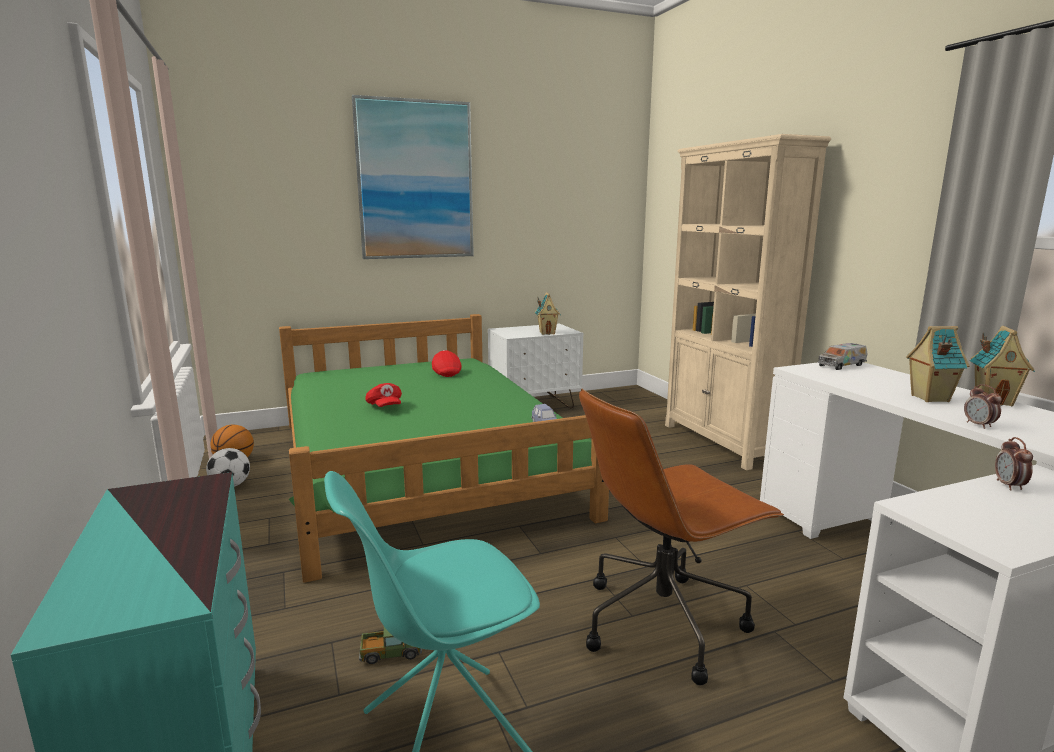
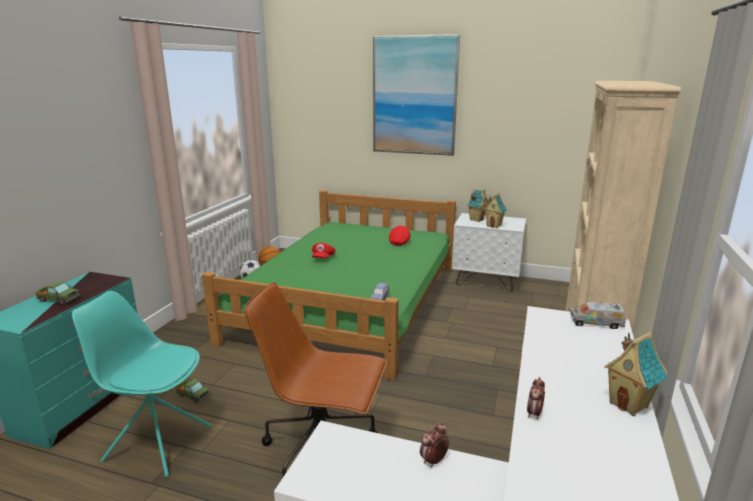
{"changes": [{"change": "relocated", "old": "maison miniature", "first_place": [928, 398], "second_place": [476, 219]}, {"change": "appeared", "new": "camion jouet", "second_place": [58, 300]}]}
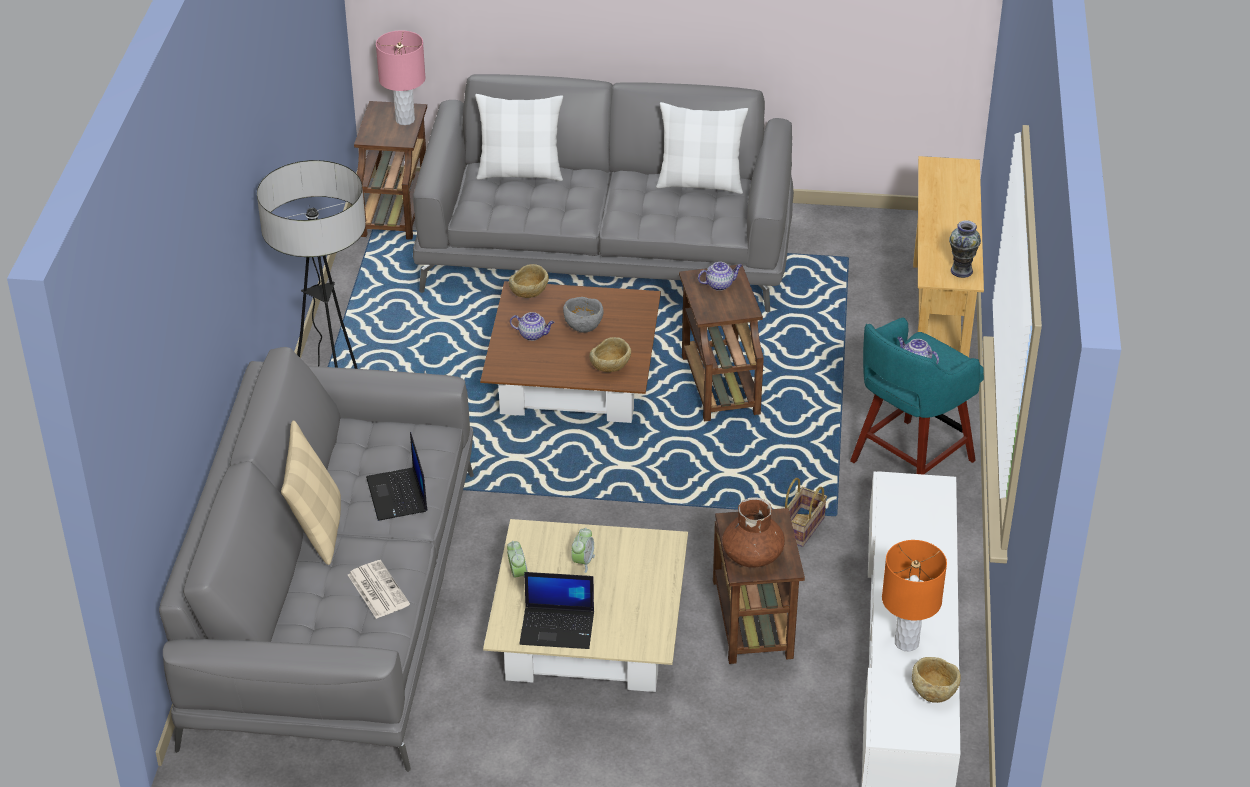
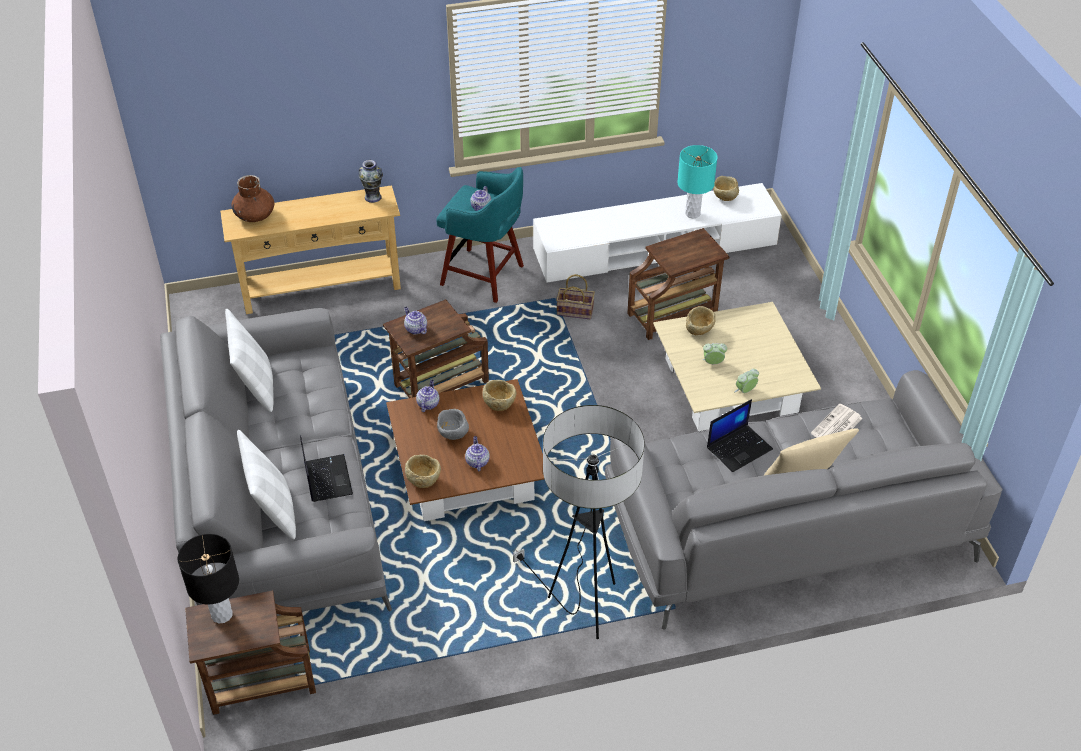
{"changes": [{"change": "colour", "old": "lampe de table (rose)", "new": "lampe de table (noir)", "first_place": [405, 120], "second_place": [221, 614]}, {"change": "relocated", "old": "vase (marron)", "first_place": [753, 555], "second_place": [255, 215]}, {"change": "colour", "old": "lampe de table (orange)", "new": "lampe de table (turquoise)", "first_place": [906, 642], "second_place": [692, 214]}, {"change": "relocated", "old": "ordinateur portable", "first_place": [558, 627], "second_place": [327, 478]}, {"change": "appeared", "new": "bol (beige)", "second_place": [699, 331]}, {"change": "appeared", "new": "théière", "second_place": [428, 404]}]}
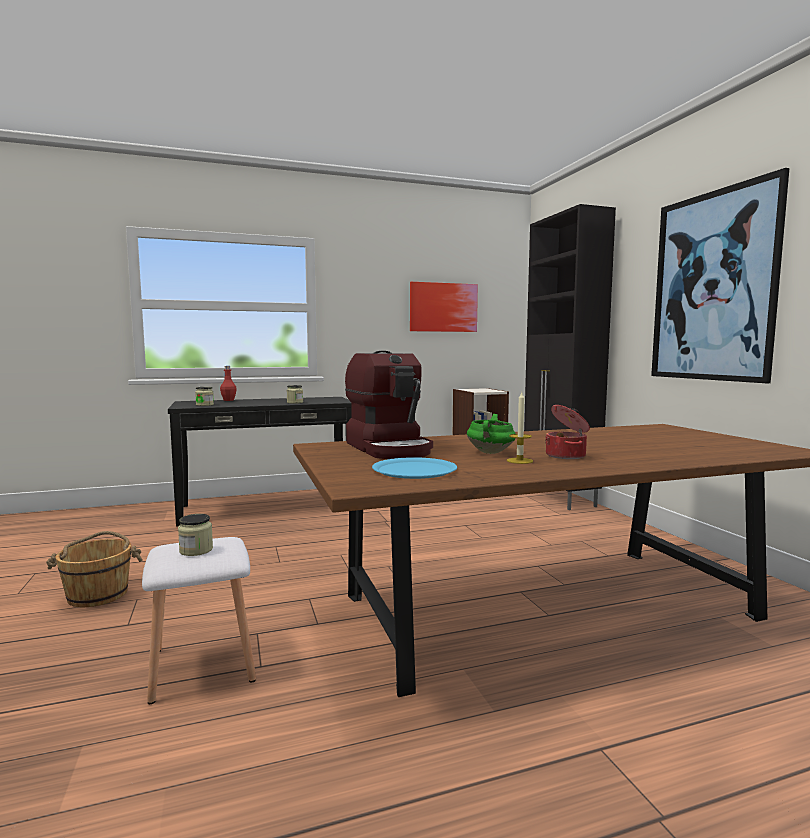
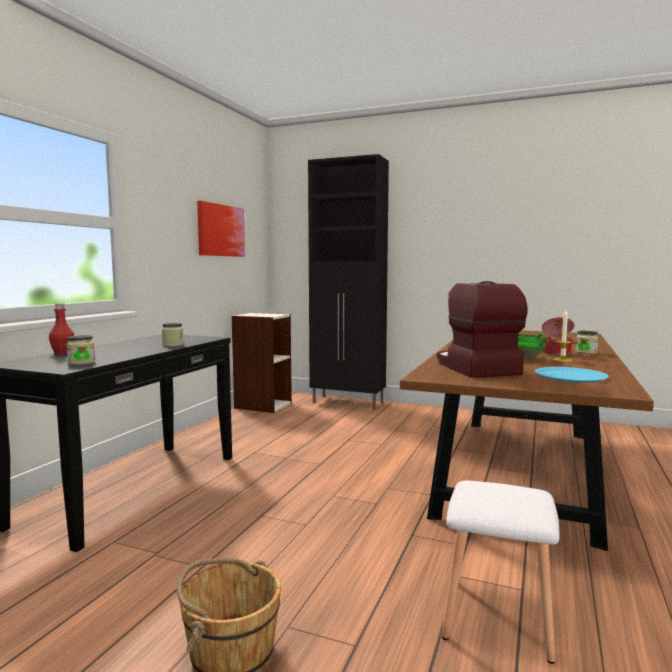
{"changes": [{"change": "missing", "old": "tableau", "first_place": [712, 287]}, {"change": "spun", "old": "machine à café", "first_place": [390, 448], "second_place": [474, 368], "degrees": -120}, {"change": "relocated", "old": "bocal", "first_place": [196, 550], "second_place": [586, 352]}]}
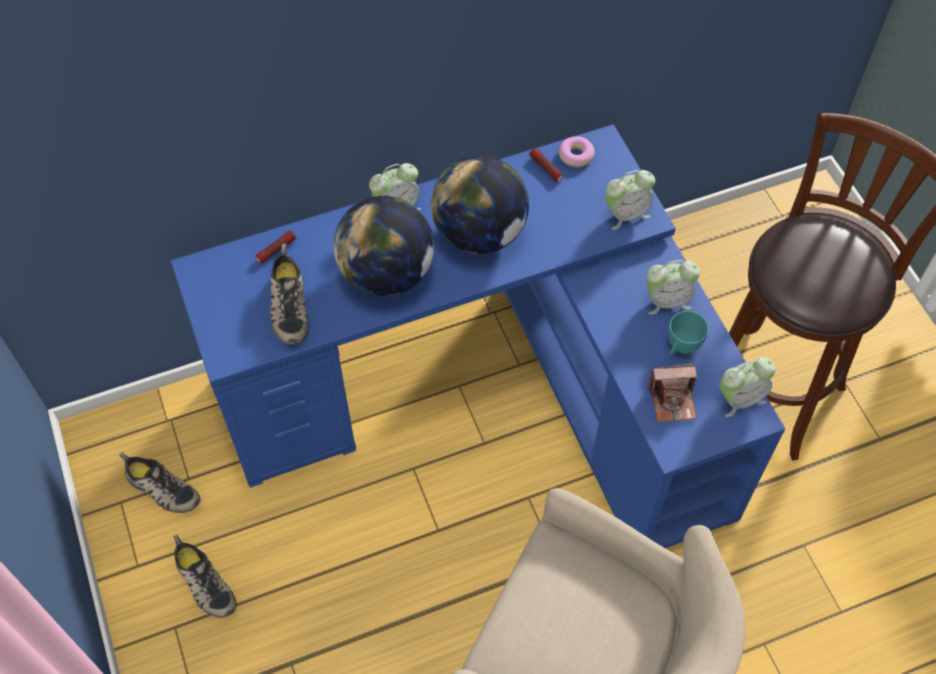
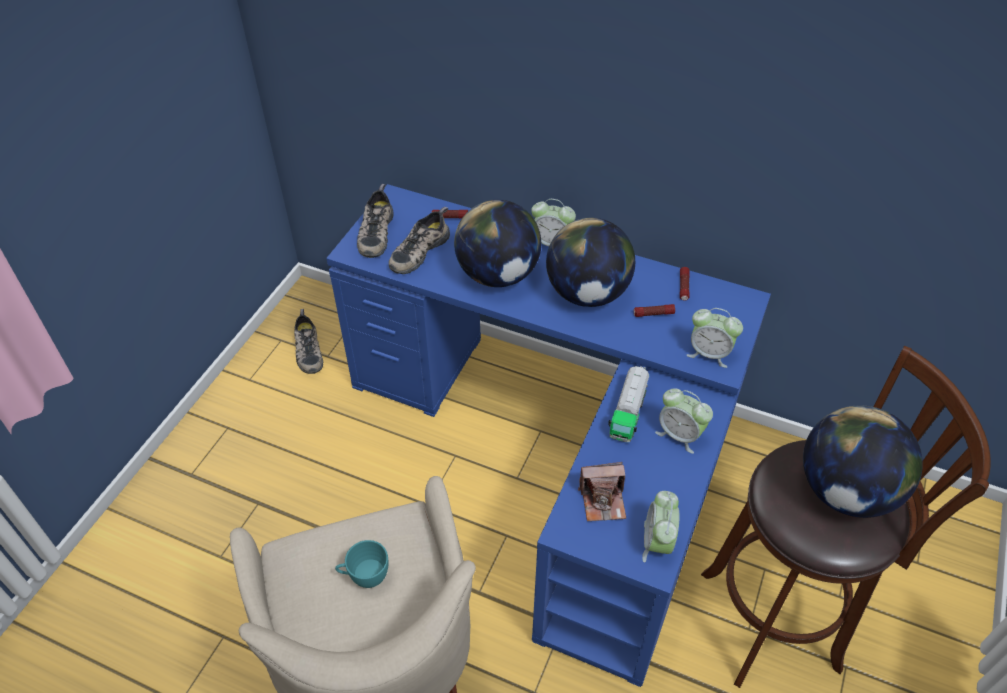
{"changes": [{"change": "missing", "old": "beignet", "first_place": [576, 155]}, {"change": "relocated", "old": "tasse (turquoise)", "first_place": [681, 347], "second_place": [364, 576]}, {"change": "spun", "old": "réveil", "first_place": [740, 399], "second_place": [657, 542], "degrees": 75}, {"change": "spun", "old": "appareil photo", "first_place": [672, 400], "second_place": [603, 500], "degrees": -45}, {"change": "relocated", "old": "chaussure", "first_place": [203, 583], "second_place": [375, 232]}, {"change": "appeared", "new": "lampe de poche", "second_place": [653, 314]}, {"change": "appeared", "new": "camion jouet", "second_place": [628, 412]}, {"change": "appeared", "new": "globe", "second_place": [845, 491]}]}
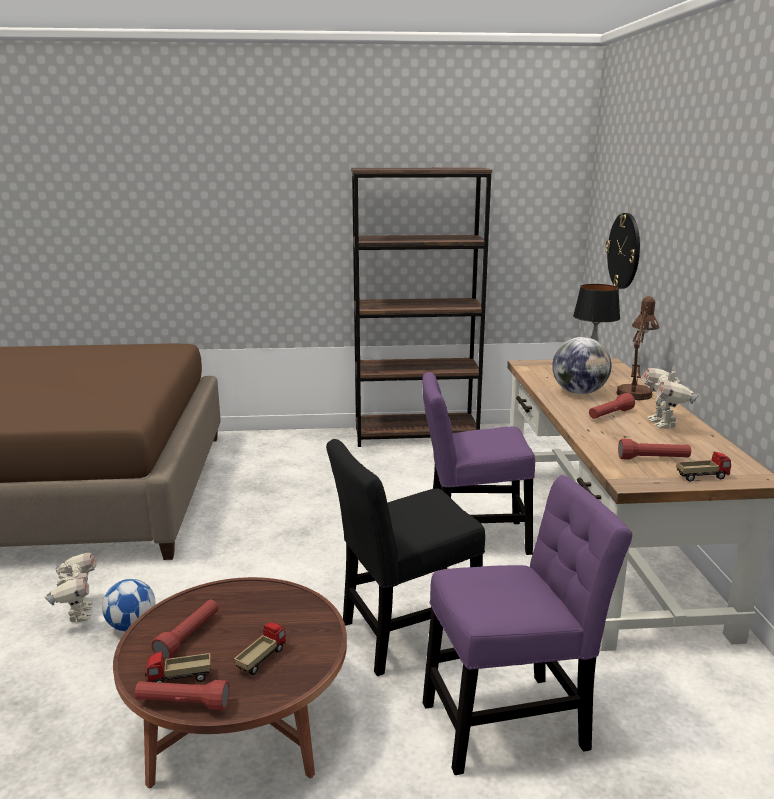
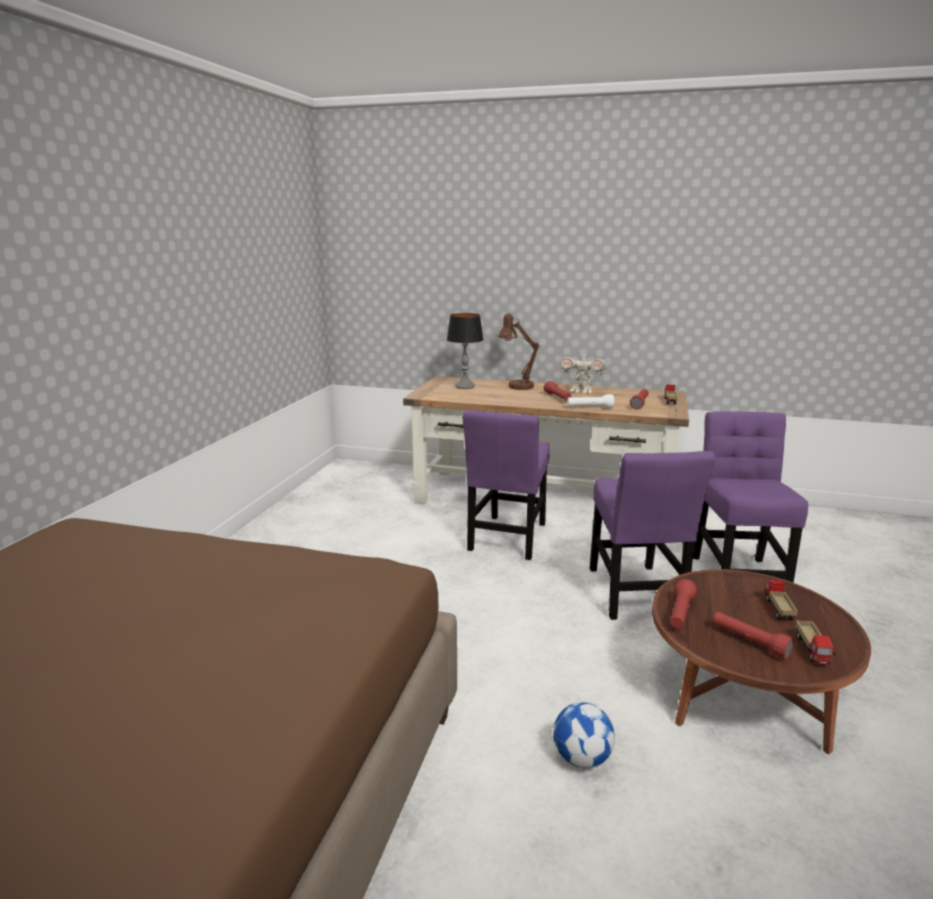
{"changes": [{"change": "missing", "old": "bibliothèque (marron)", "first_place": [416, 435]}, {"change": "missing", "old": "horloge murale", "first_place": [624, 251]}, {"change": "missing", "old": "globe", "first_place": [579, 392]}, {"change": "colour", "old": "chaise (noir)", "new": "chaise (violet)", "first_place": [404, 634], "second_place": [635, 595]}, {"change": "missing", "old": "robot jouet", "first_place": [78, 614]}, {"change": "spun", "old": "camion jouet", "first_place": [261, 659], "second_place": [777, 609], "degrees": 45}, {"change": "relocated", "old": "lampe de poche (rouge)", "first_place": [182, 703], "second_place": [680, 613]}, {"change": "appeared", "new": "lampe de poche (blanc)", "second_place": [589, 408]}]}
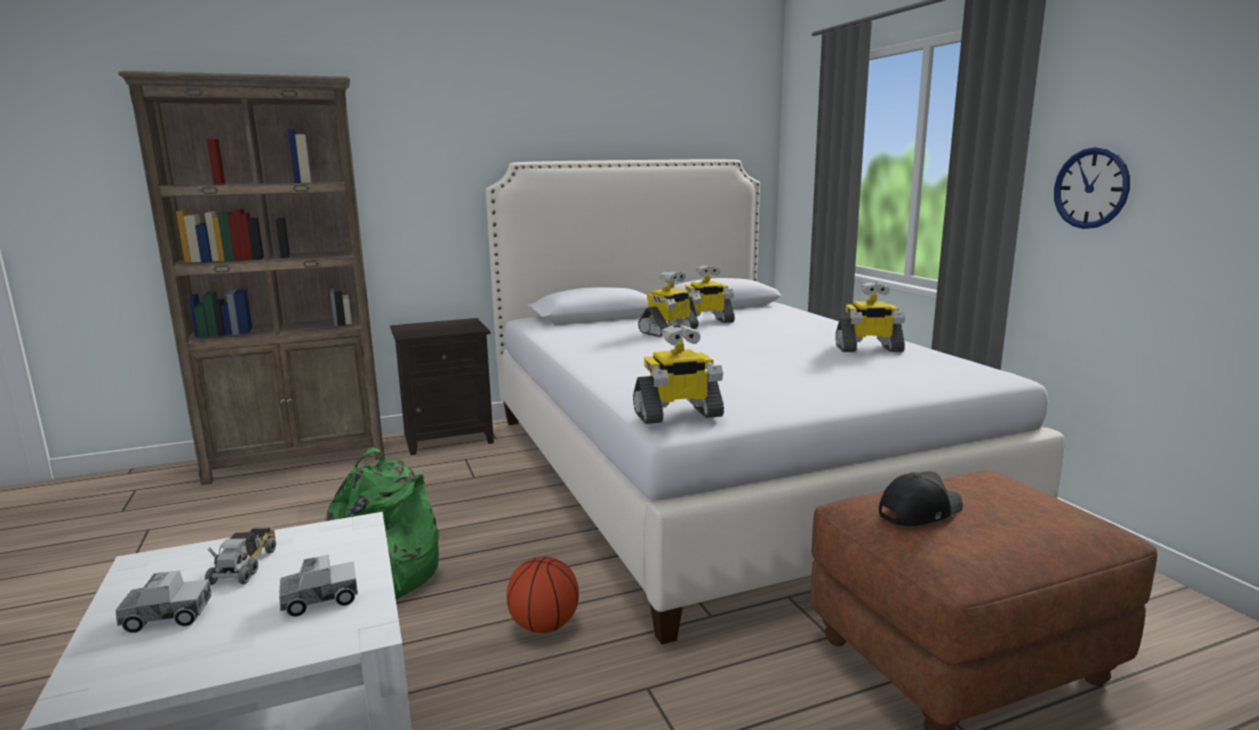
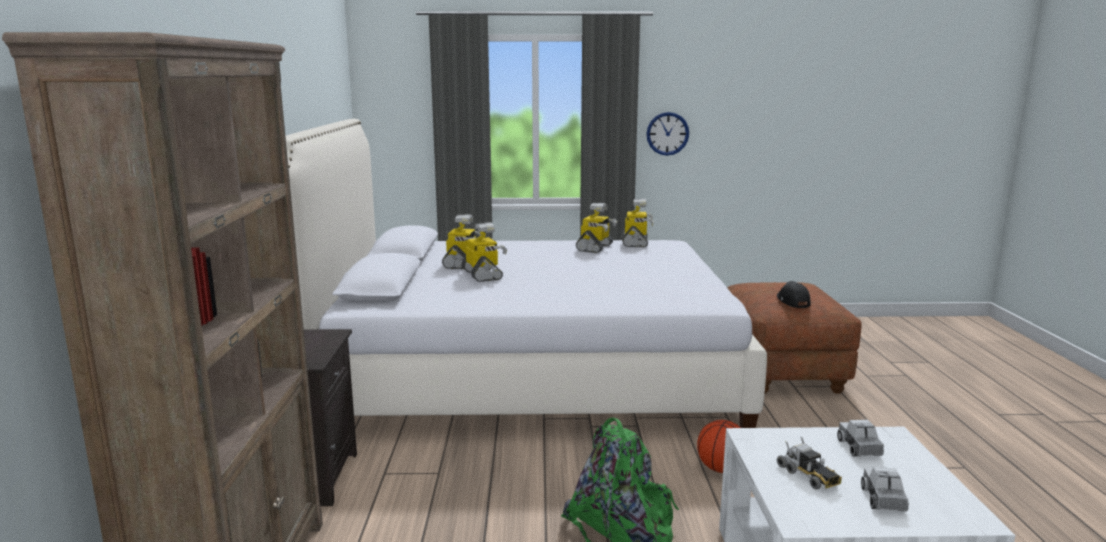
{"changes": [{"change": "relocated", "old": "robot jouet", "first_place": [677, 415], "second_place": [636, 243]}, {"change": "spun", "old": "camion jouet", "first_place": [245, 565], "second_place": [808, 476], "degrees": -135}]}
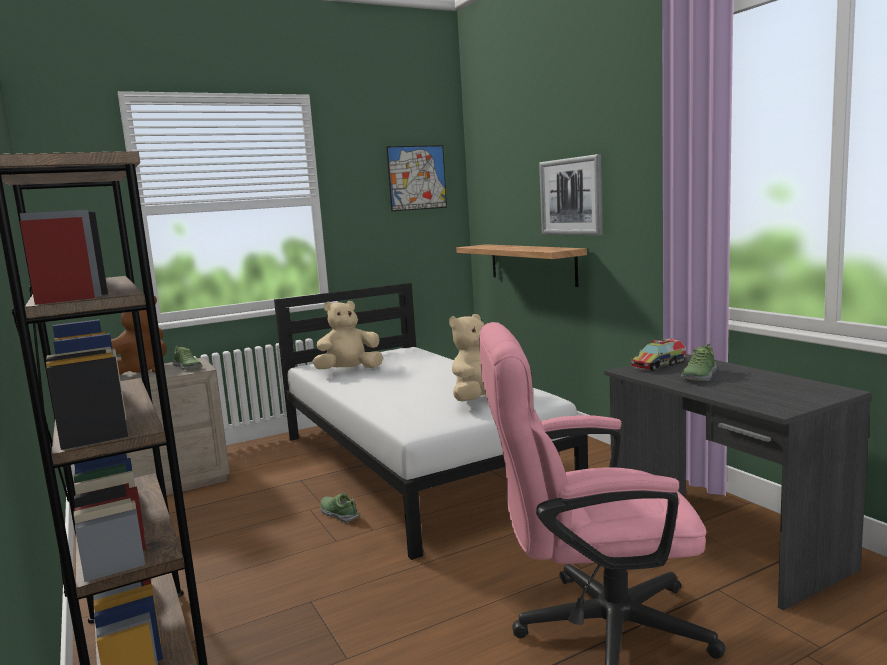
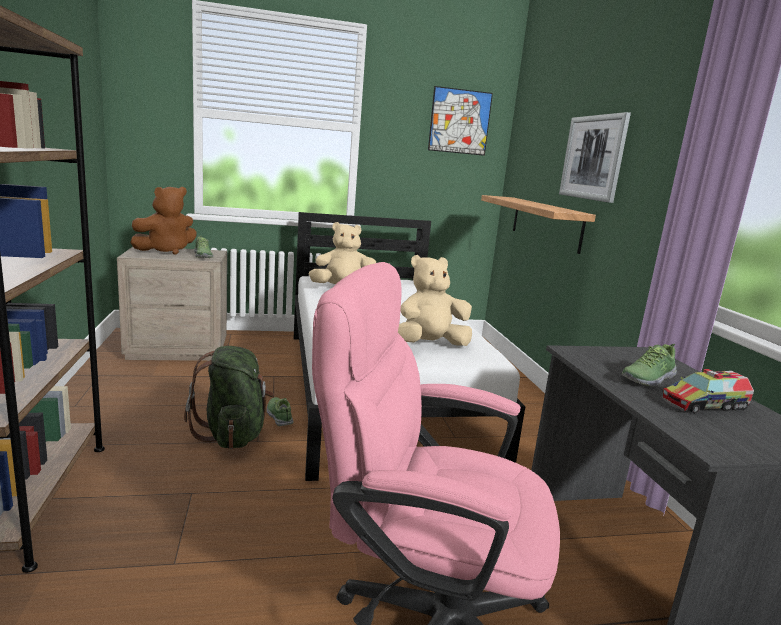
{"changes": [{"change": "relocated", "old": "camion jouet", "first_place": [658, 365], "second_place": [704, 405]}, {"change": "appeared", "new": "sac à dos (vert)", "second_place": [233, 434]}]}
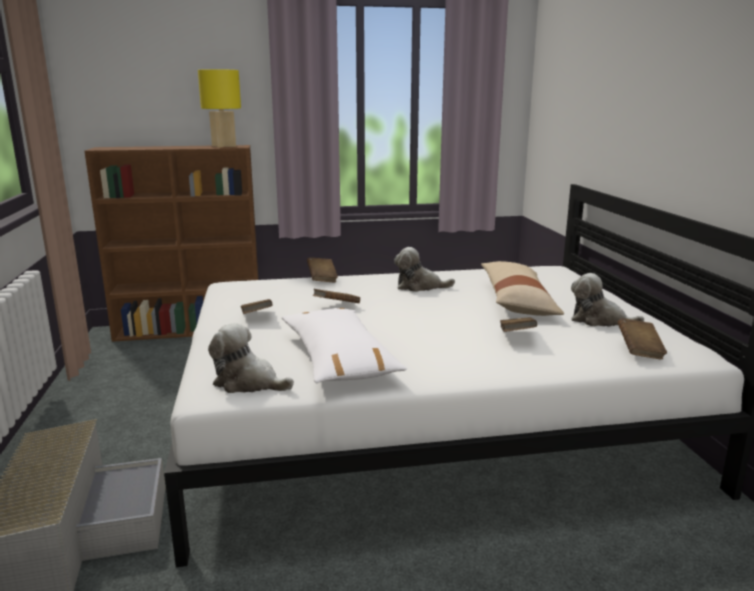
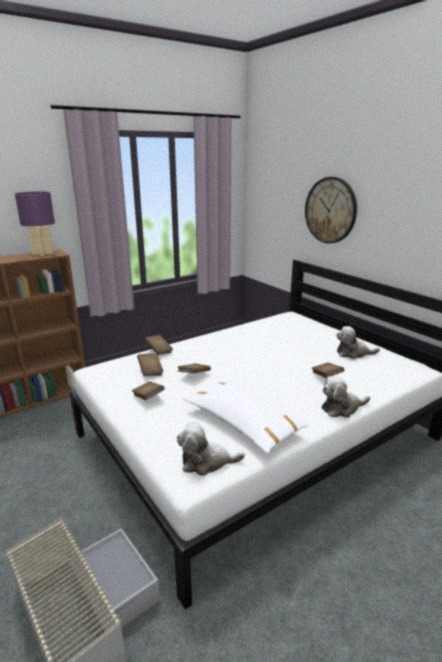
{"changes": [{"change": "colour", "old": "lampe de table (jaune)", "new": "lampe de table (violet)", "first_place": [224, 146], "second_place": [43, 254]}, {"change": "relocated", "old": "peluche", "first_place": [419, 286], "second_place": [342, 408]}, {"change": "missing", "old": "coussin (beige)", "first_place": [517, 301]}, {"change": "relocated", "old": "livre (marron)", "first_place": [639, 350], "second_place": [150, 371]}, {"change": "appeared", "new": "horloge murale", "second_place": [330, 210]}]}
